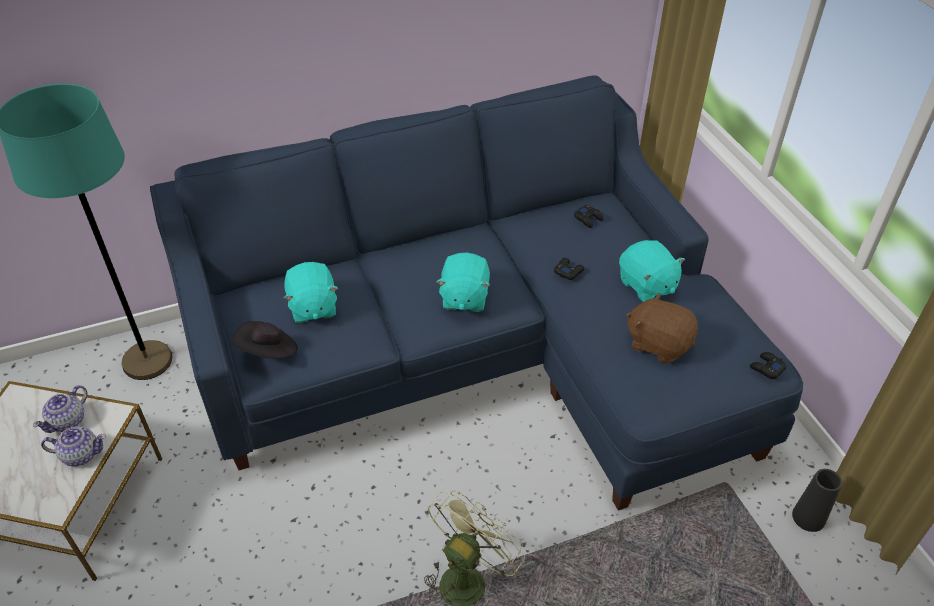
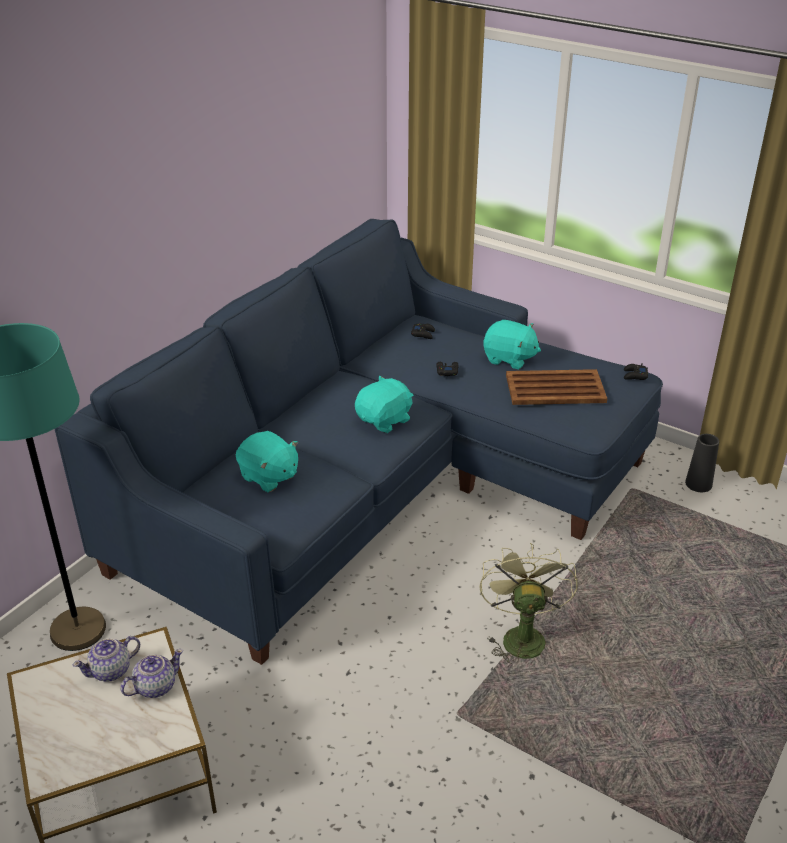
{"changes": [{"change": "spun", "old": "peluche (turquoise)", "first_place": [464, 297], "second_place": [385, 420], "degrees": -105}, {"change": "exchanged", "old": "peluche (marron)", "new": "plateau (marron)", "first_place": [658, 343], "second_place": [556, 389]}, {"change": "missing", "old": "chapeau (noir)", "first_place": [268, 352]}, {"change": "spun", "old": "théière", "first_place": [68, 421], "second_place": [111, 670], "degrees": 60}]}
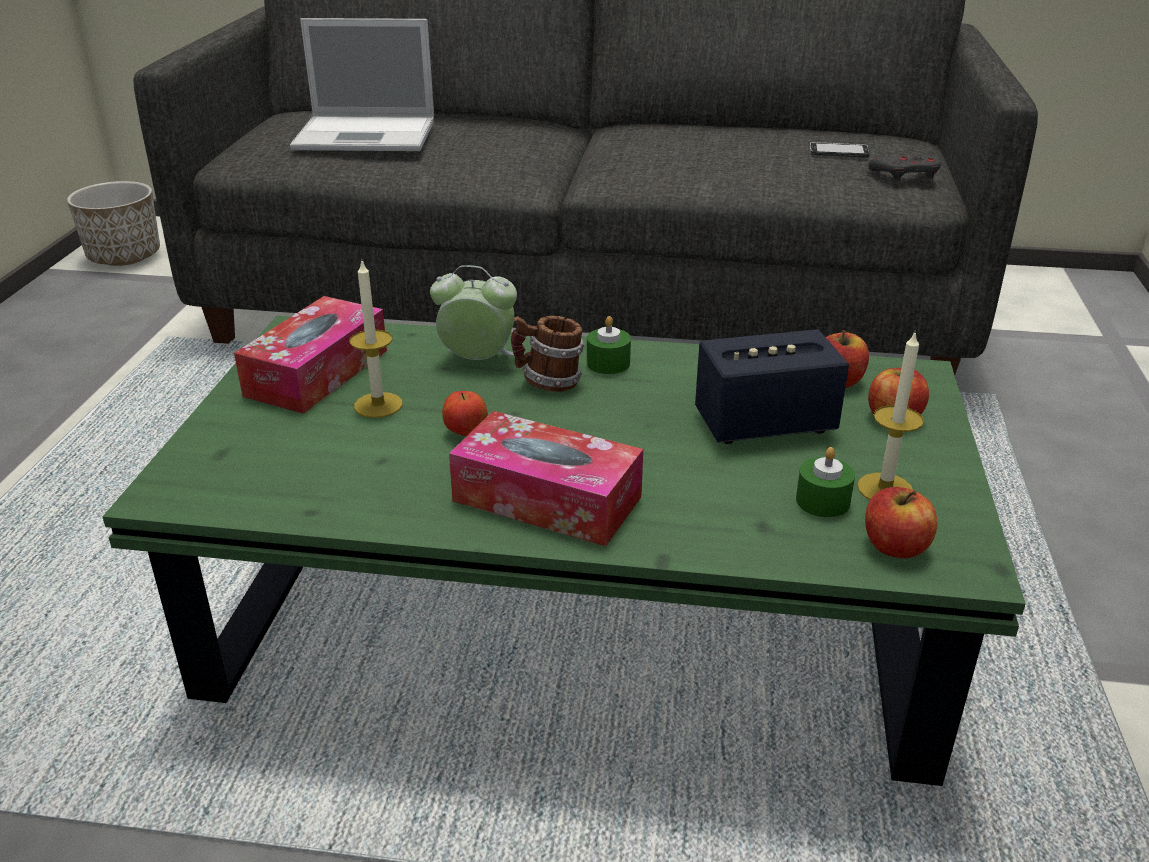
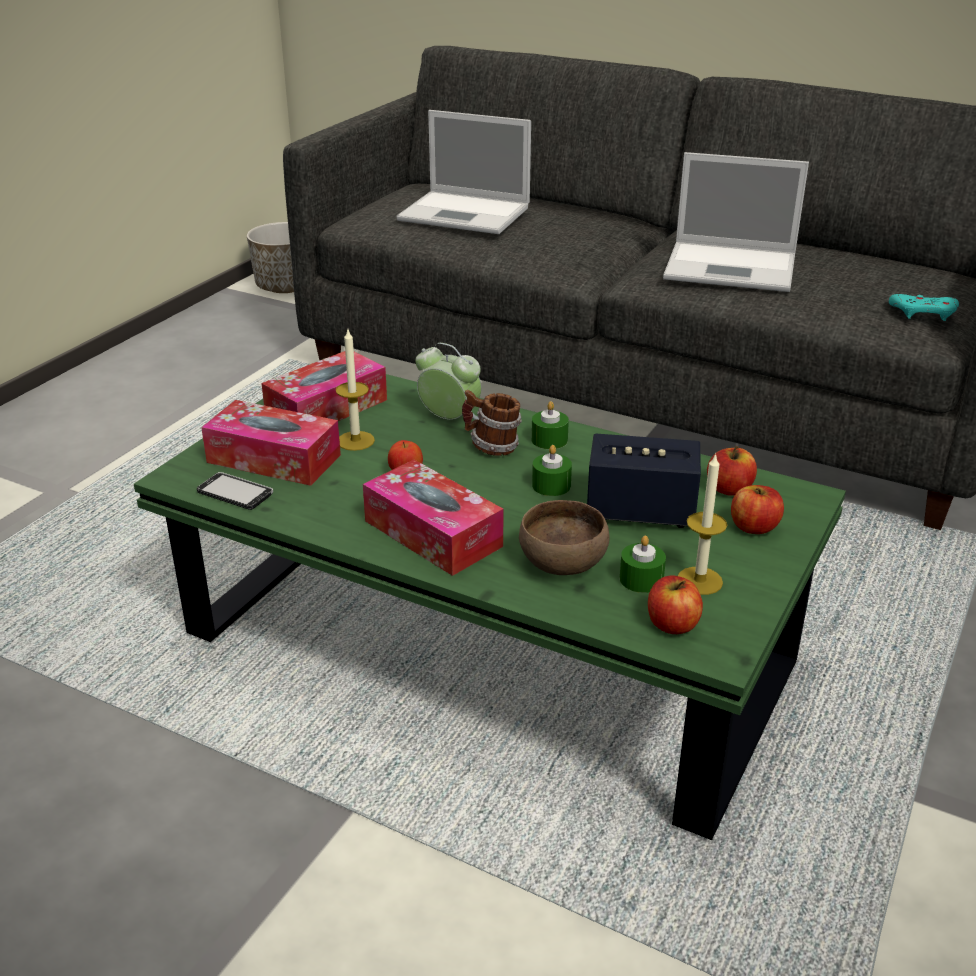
{"changes": [{"change": "relocated", "old": "téléphone", "first_place": [838, 152], "second_place": [235, 493]}, {"change": "colour", "old": "manette (gris)", "new": "manette (turquoise)", "first_place": [906, 173], "second_place": [923, 312]}, {"change": "appeared", "new": "ordinateur portable", "second_place": [733, 268]}, {"change": "appeared", "new": "boîte à mouchoirs", "second_place": [274, 459]}, {"change": "appeared", "new": "bougie (vert)", "second_place": [551, 485]}, {"change": "appeared", "new": "bol (marron)", "second_place": [561, 562]}]}
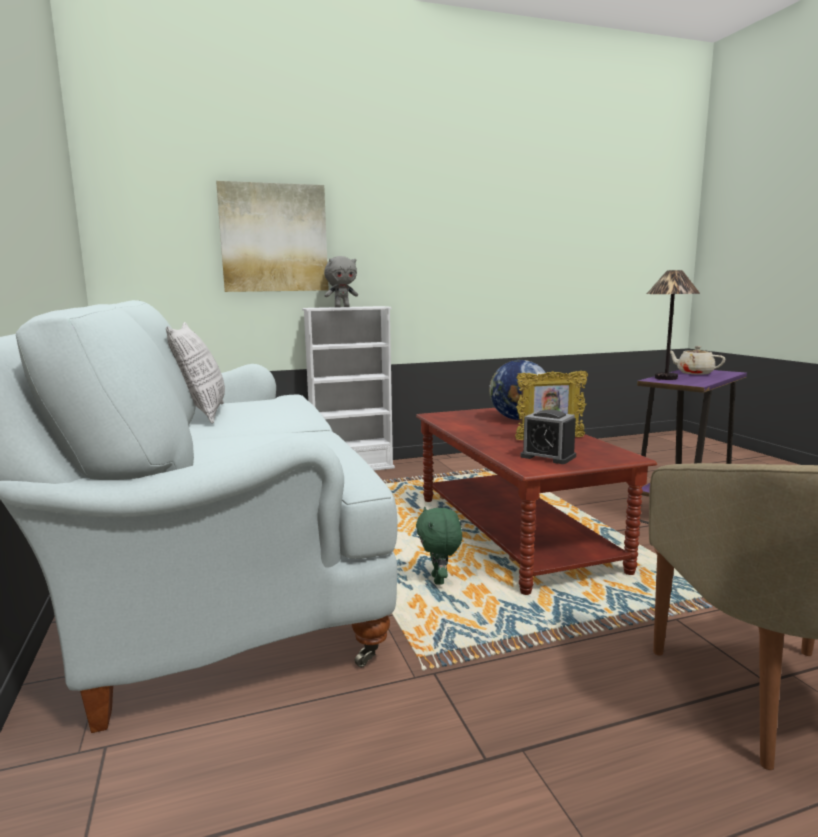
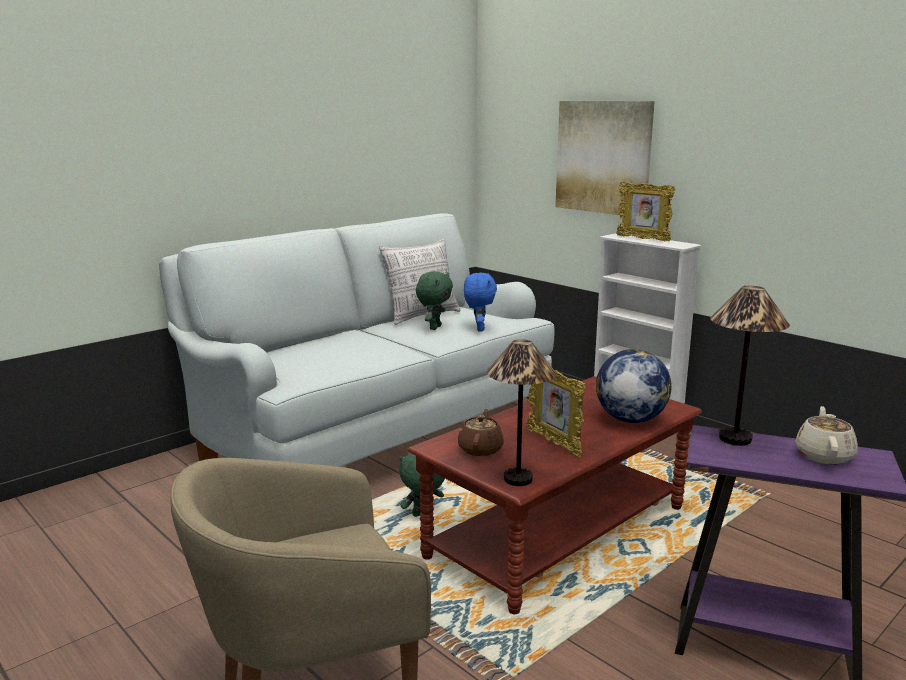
{"changes": [{"change": "exchanged", "old": "peluche (gris)", "new": "cadre photo", "first_place": [342, 307], "second_place": [643, 239]}, {"change": "exchanged", "old": "réveil", "new": "théière (marron)", "first_place": [548, 456], "second_place": [481, 449]}, {"change": "appeared", "new": "peluche (vert)", "second_place": [434, 327]}, {"change": "appeared", "new": "peluche (bleu)", "second_place": [479, 329]}, {"change": "appeared", "new": "lampe de table", "second_place": [518, 479]}]}
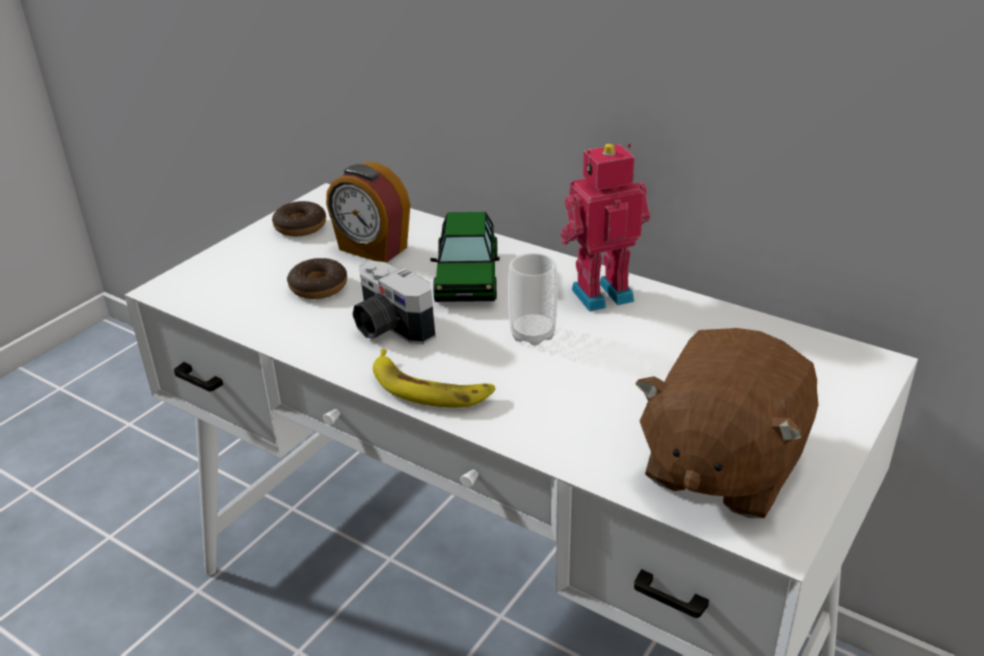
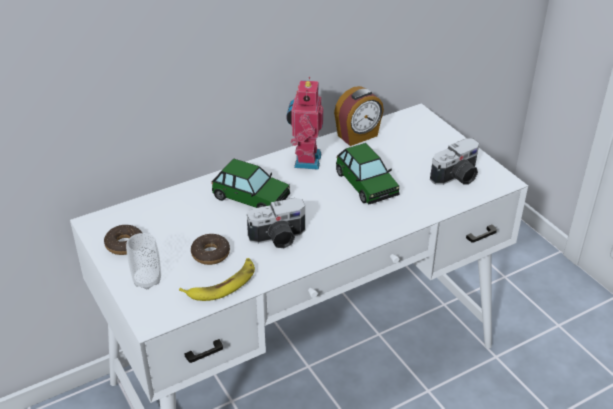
{"changes": [{"change": "relocated", "old": "réveil", "first_place": [372, 249], "second_place": [358, 136]}, {"change": "relocated", "old": "tasse", "first_place": [532, 334], "second_place": [147, 280]}, {"change": "exchanged", "old": "peluche (marron)", "new": "appareil photo", "first_place": [720, 466], "second_place": [457, 177]}, {"change": "relocated", "old": "banane", "first_place": [429, 388], "second_place": [222, 284]}, {"change": "appeared", "new": "petite voiture", "second_place": [366, 184]}]}
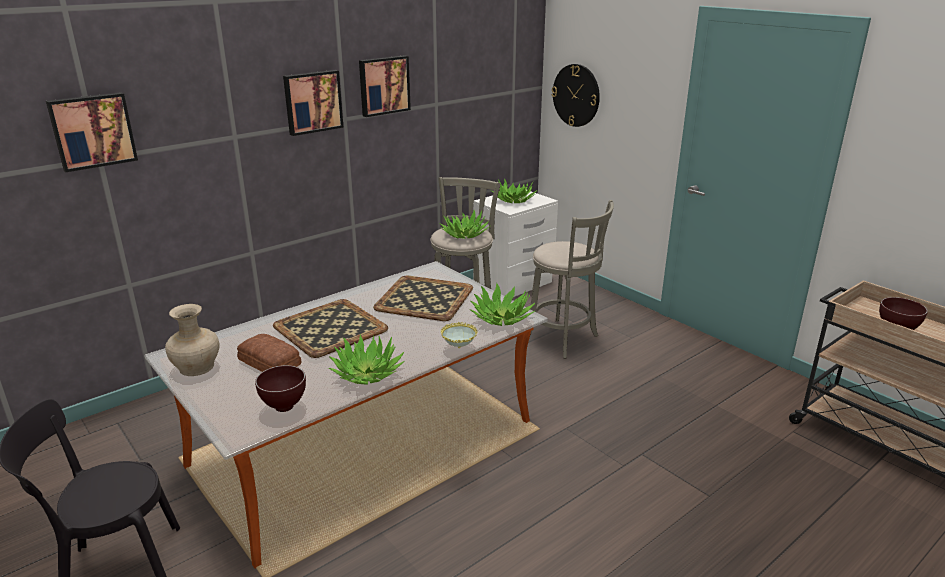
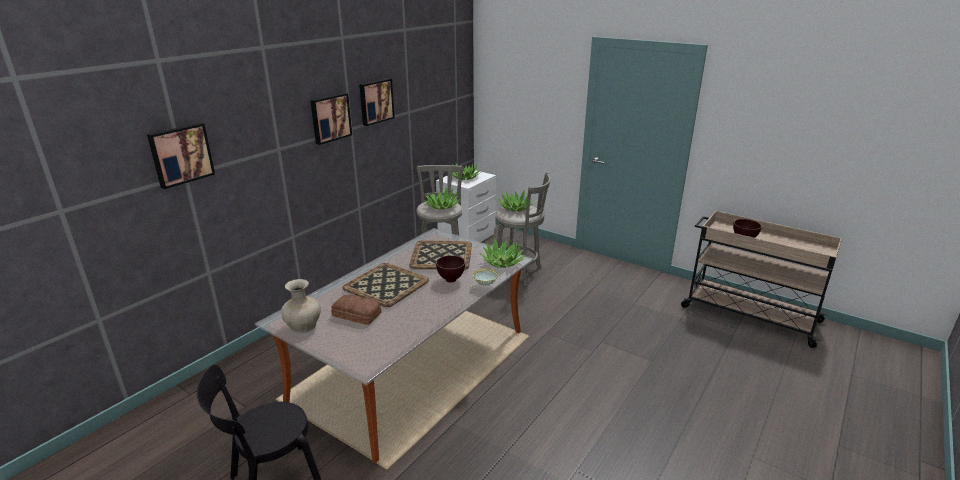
{"changes": [{"change": "missing", "old": "horloge murale", "first_place": [576, 95]}, {"change": "relocated", "old": "plante en pot", "first_place": [367, 373], "second_place": [515, 208]}, {"change": "relocated", "old": "bol (marron)", "first_place": [283, 407], "second_place": [450, 280]}]}
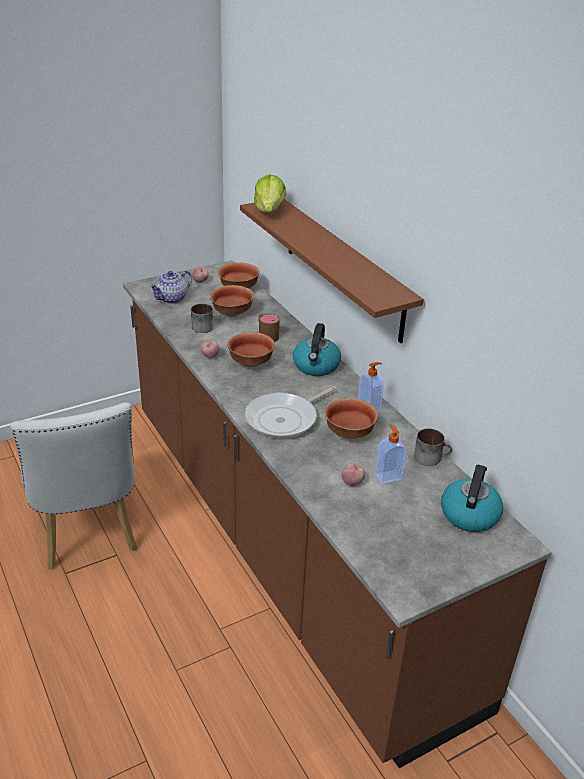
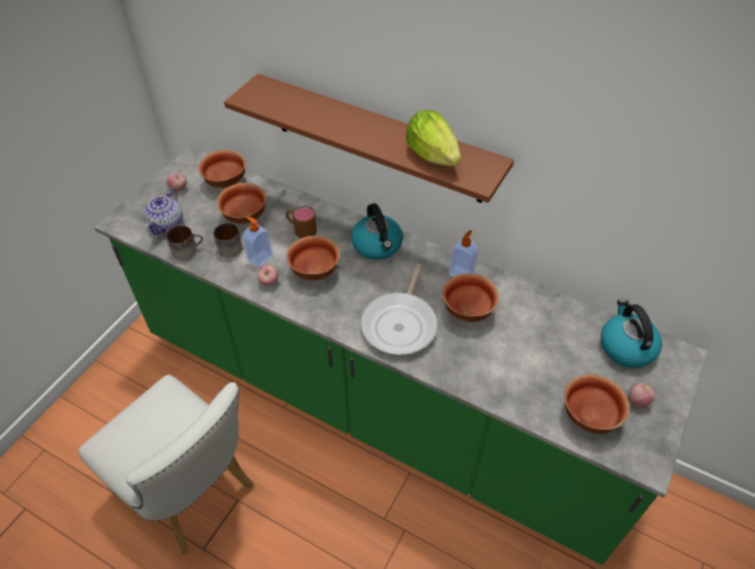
{"changes": [{"change": "relocated", "old": "laitue", "first_place": [269, 211], "second_place": [432, 155]}, {"change": "colour", "old": "comptoir de cuisine (marron)", "new": "comptoir de cuisine (vert)", "first_place": [285, 543], "second_place": [377, 402]}, {"change": "relocated", "old": "distributeur de savon", "first_place": [388, 476], "second_place": [259, 258]}, {"change": "relocated", "old": "mug", "first_place": [431, 457], "second_place": [187, 249]}, {"change": "relocated", "old": "pomme", "first_place": [352, 482], "second_place": [638, 401]}, {"change": "appeared", "new": "bol", "second_place": [588, 416]}]}
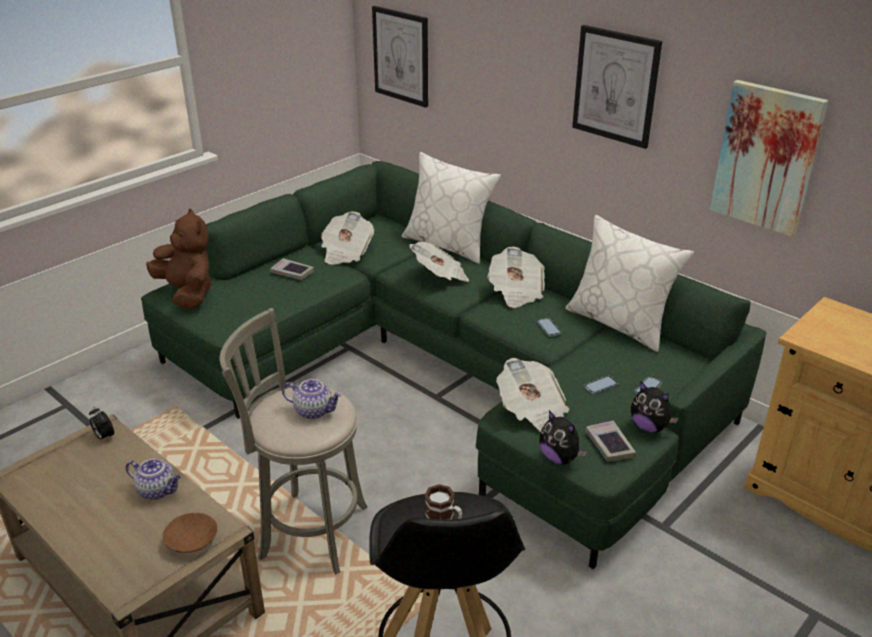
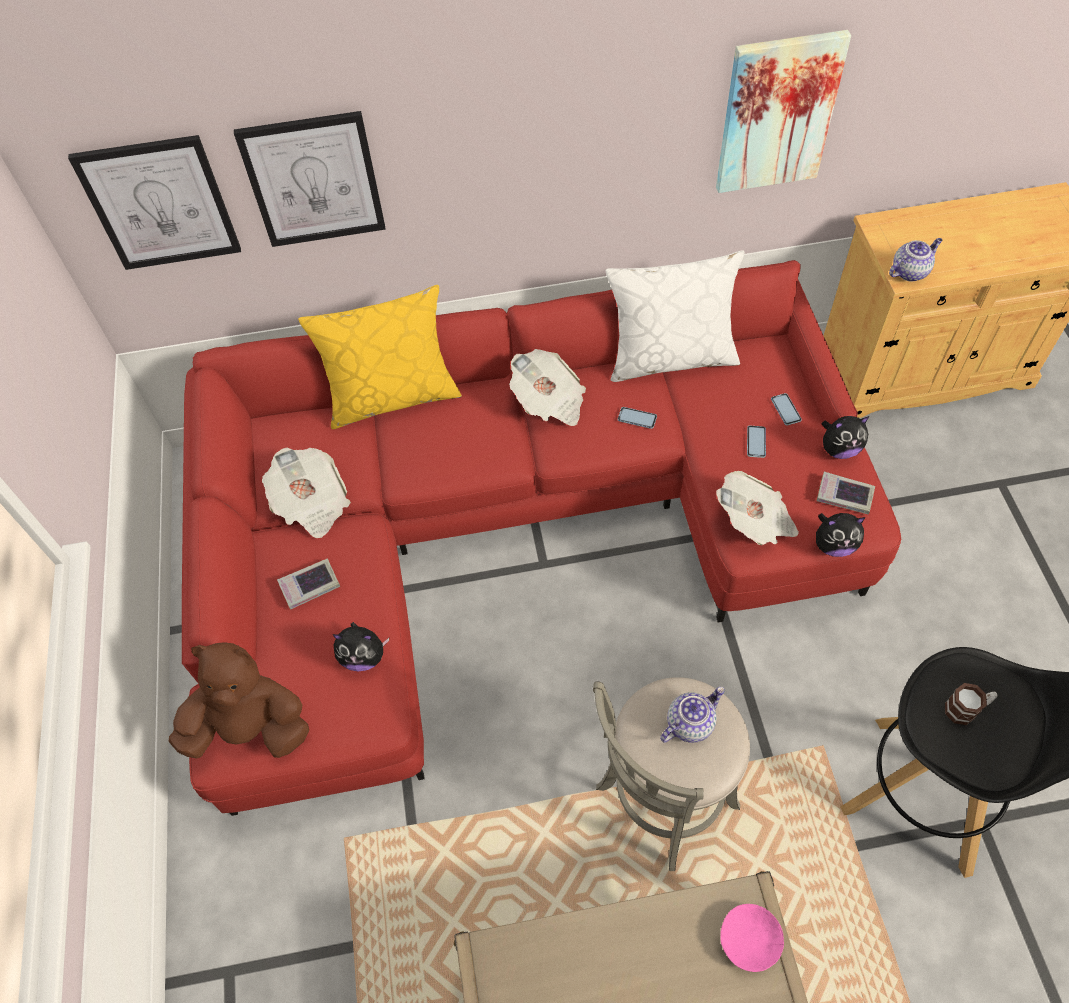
{"changes": [{"change": "relocated", "old": "tableau", "first_place": [615, 86], "second_place": [314, 180]}, {"change": "colour", "old": "coussin (blanc)", "new": "coussin (jaune)", "first_place": [448, 244], "second_place": [392, 396]}, {"change": "colour", "old": "canapé (vert)", "new": "canapé (rouge)", "first_place": [448, 370], "second_place": [509, 525]}, {"change": "missing", "old": "journal", "first_place": [440, 276]}, {"change": "missing", "old": "réveil", "first_place": [104, 436]}, {"change": "relocated", "old": "théière", "first_place": [158, 491], "second_place": [910, 271]}, {"change": "colour", "old": "bol (marron)", "new": "bol (rose)", "first_place": [192, 541], "second_place": [750, 940]}, {"change": "appeared", "new": "peluche", "second_place": [363, 656]}]}
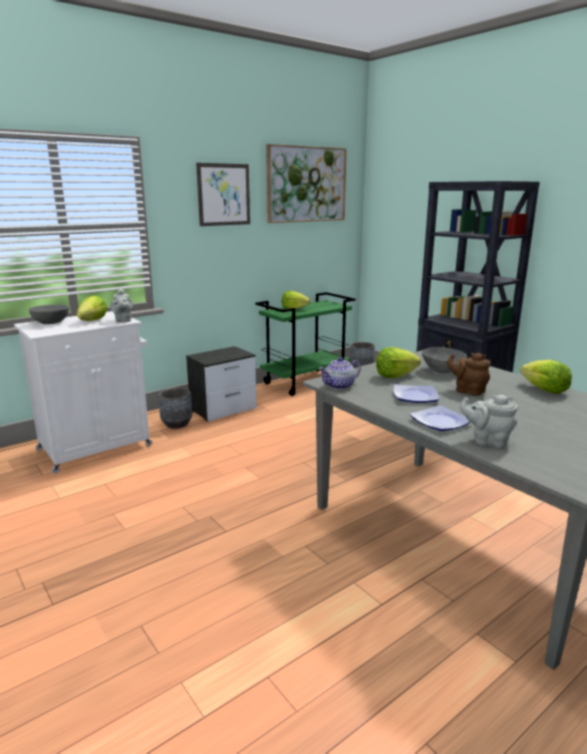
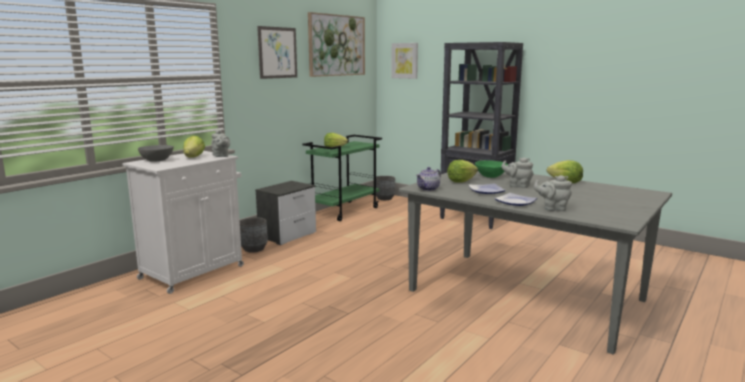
{"changes": [{"change": "colour", "old": "bol (gris)", "new": "bol (vert)", "first_place": [442, 370], "second_place": [490, 176]}, {"change": "colour", "old": "théière (marron)", "new": "théière (gris)", "first_place": [467, 391], "second_place": [517, 185]}, {"change": "appeared", "new": "tableau", "second_place": [405, 60]}]}
